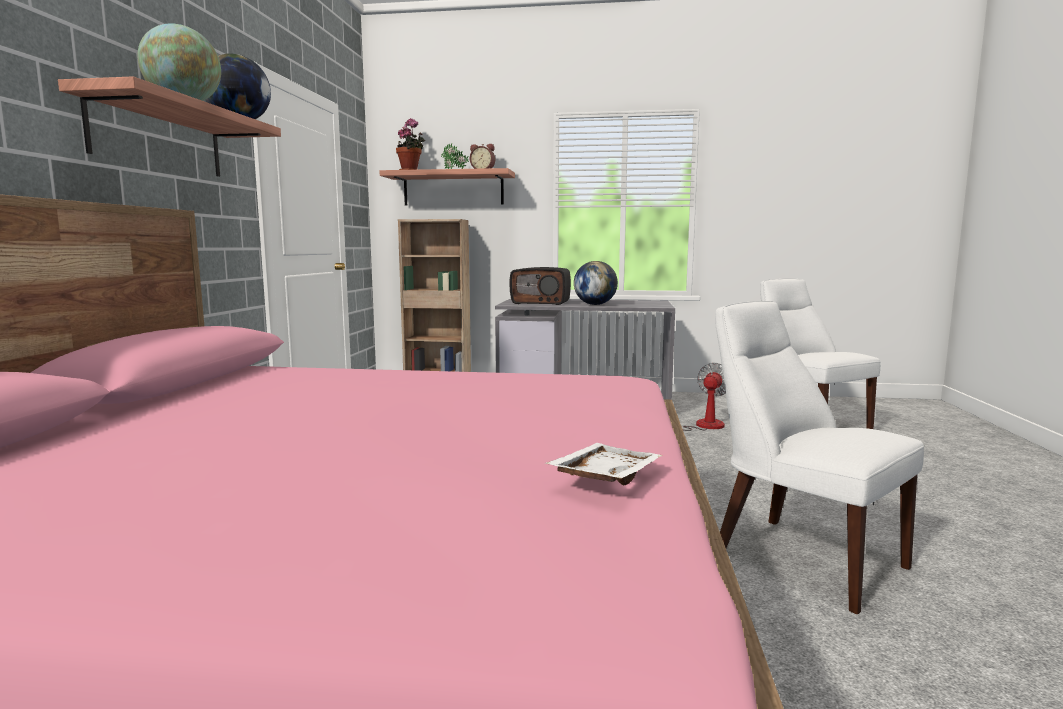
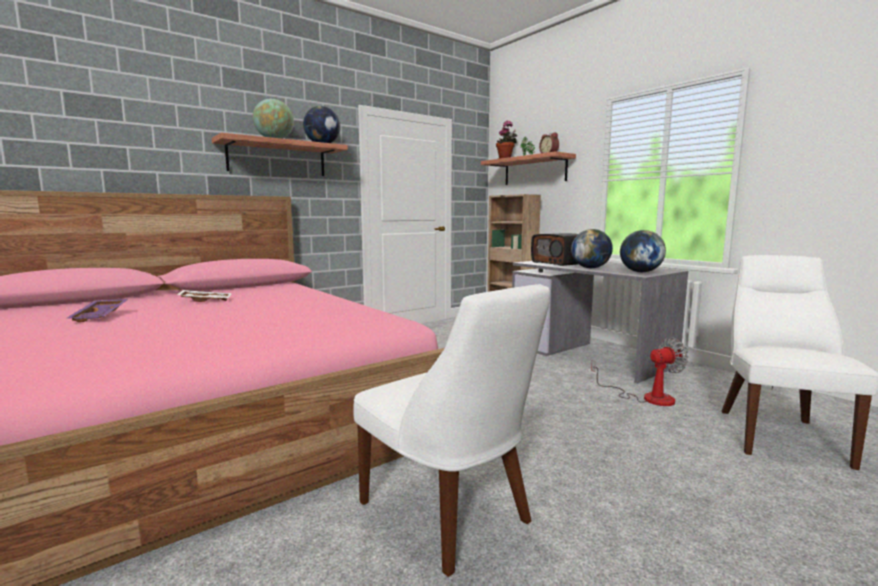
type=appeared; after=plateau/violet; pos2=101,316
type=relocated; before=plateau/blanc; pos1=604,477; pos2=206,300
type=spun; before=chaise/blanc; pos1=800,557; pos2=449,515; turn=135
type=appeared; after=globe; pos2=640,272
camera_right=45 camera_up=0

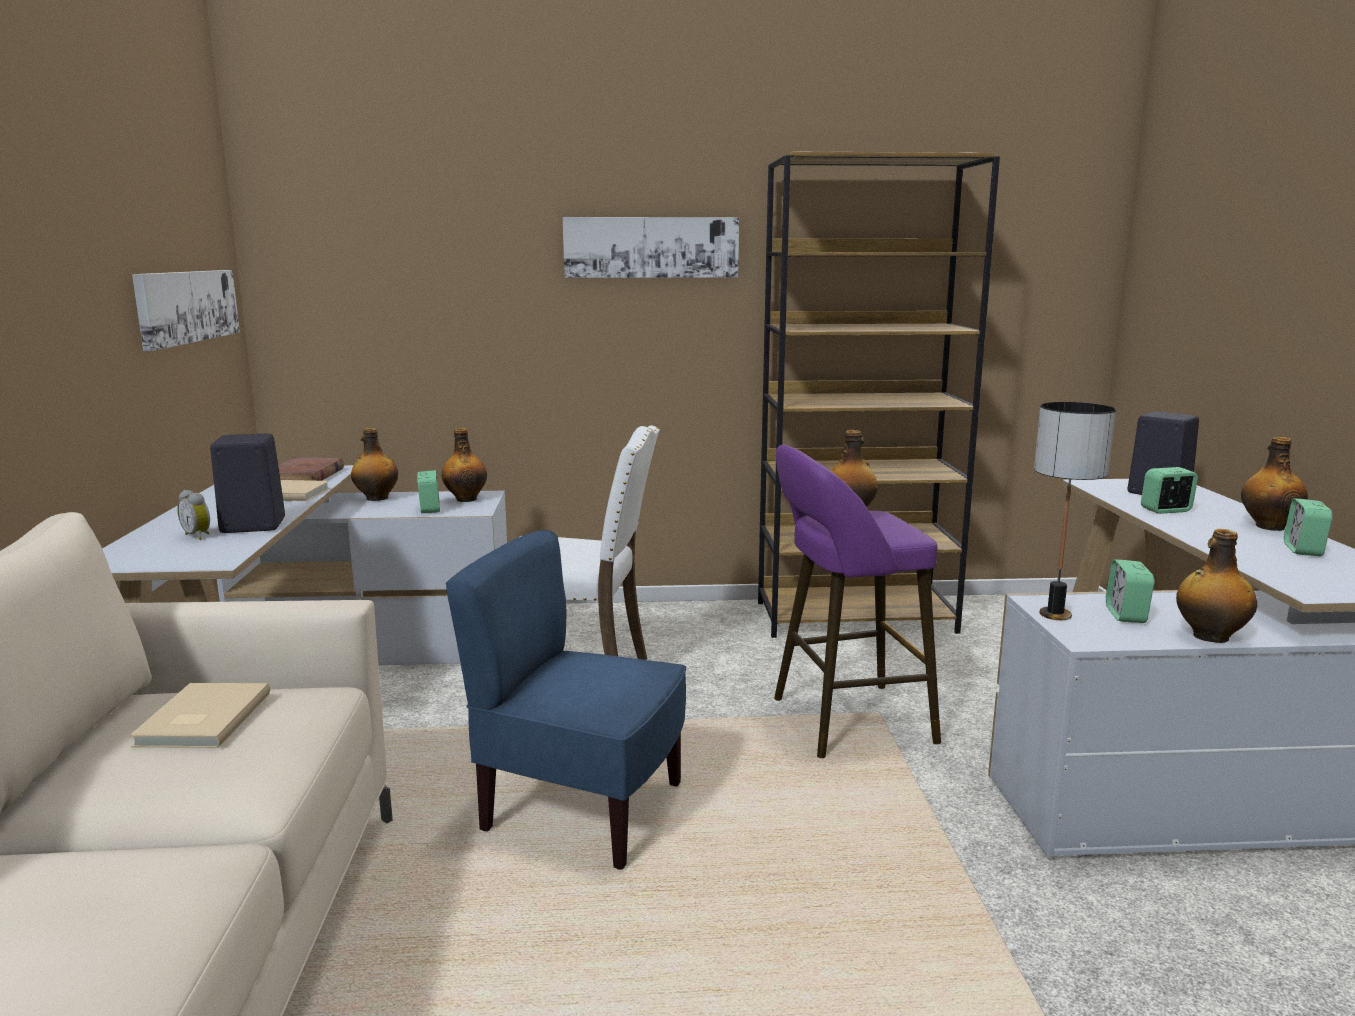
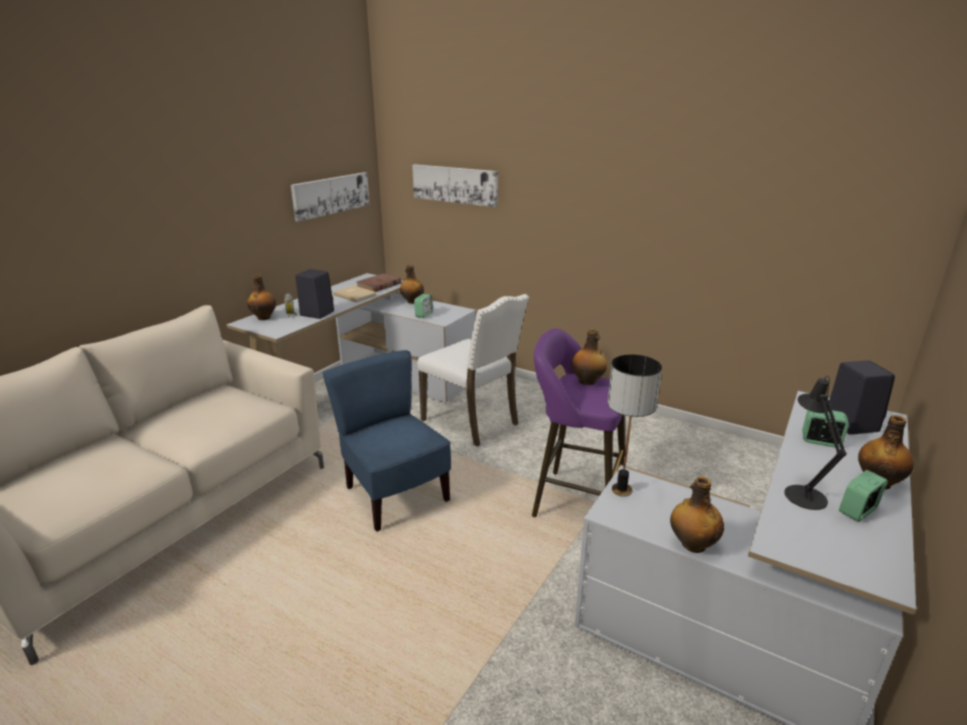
type=relocated; before=bouteille; pos1=466,499; pos2=264,317
type=relocated; before=tableau; pos1=651,247; pos2=455,184
type=appeared; after=lampe de table/noir; pos2=802,493
type=missing; before=livre/beige; pos1=200,720
type=missing; before=bibliothèque/marron; pos1=856,617
type=missing; before=réveil; pos1=1126,615
camera_right=35 camera_up=10

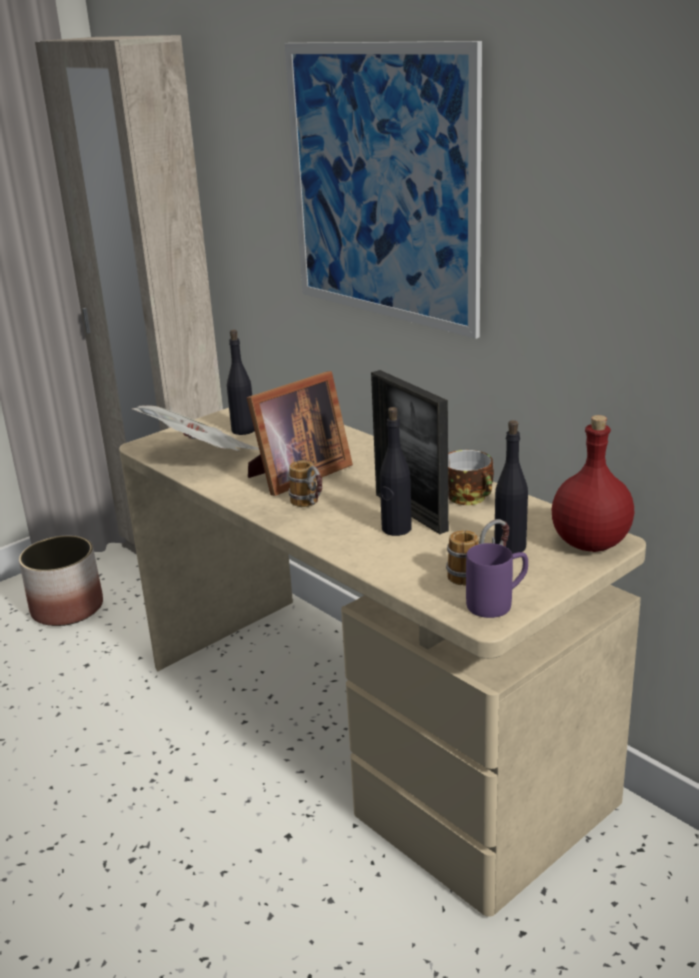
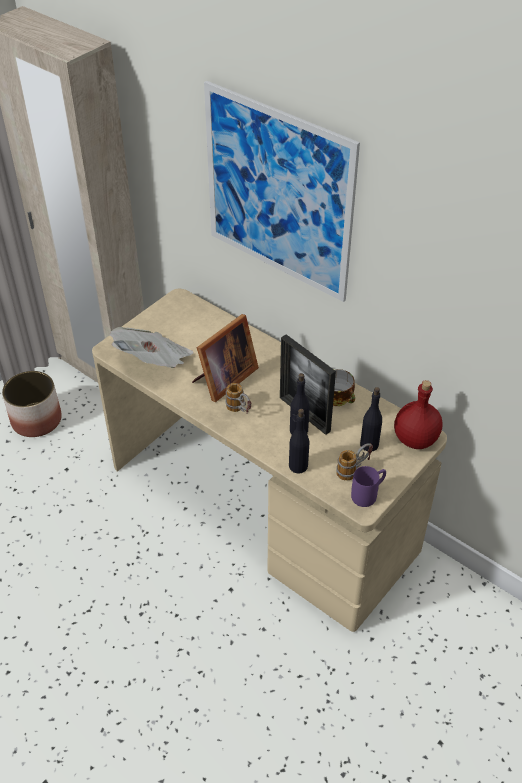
type=relocated; before=bouteille/noir; pos1=243,430; pos2=298,466
camera_right=-10 camera_up=20

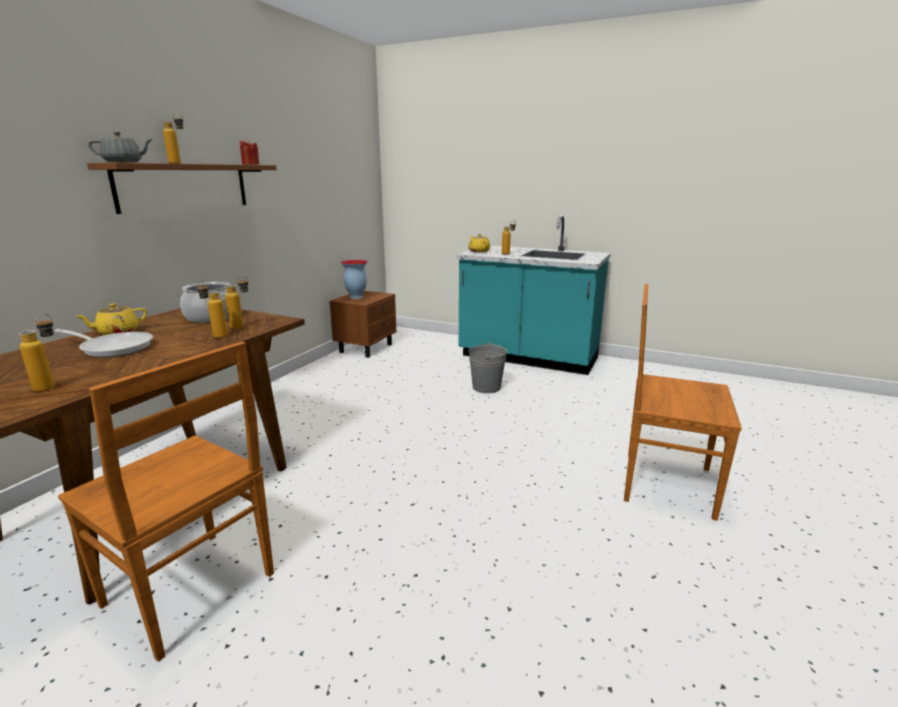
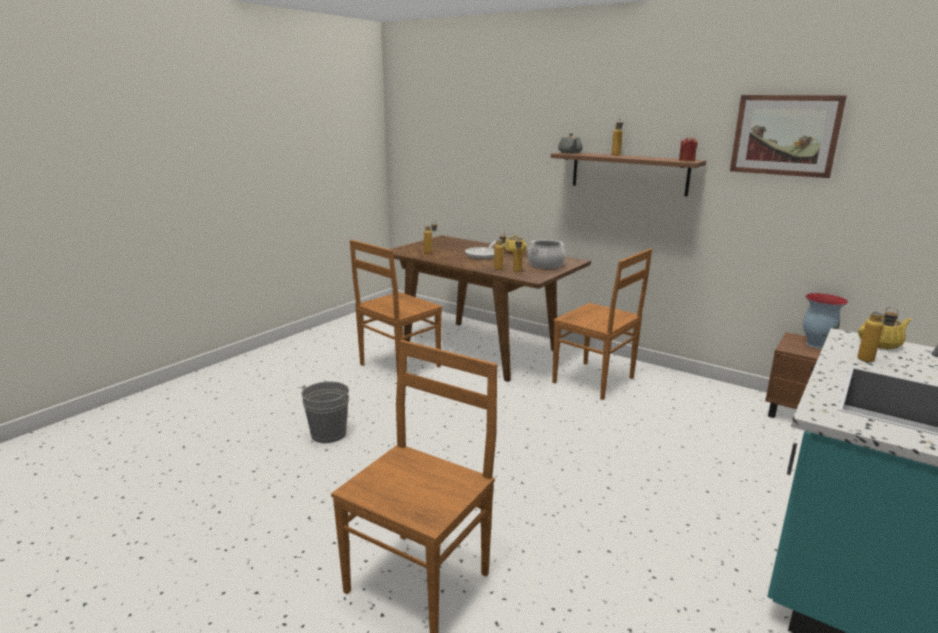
type=relocated; before=seau/gris; pos1=486,387; pos2=328,434
type=appeared; after=chaise/marron; pos2=595,381
type=appeared; after=tableau; pos2=785,135
camera_right=100 camera_up=0

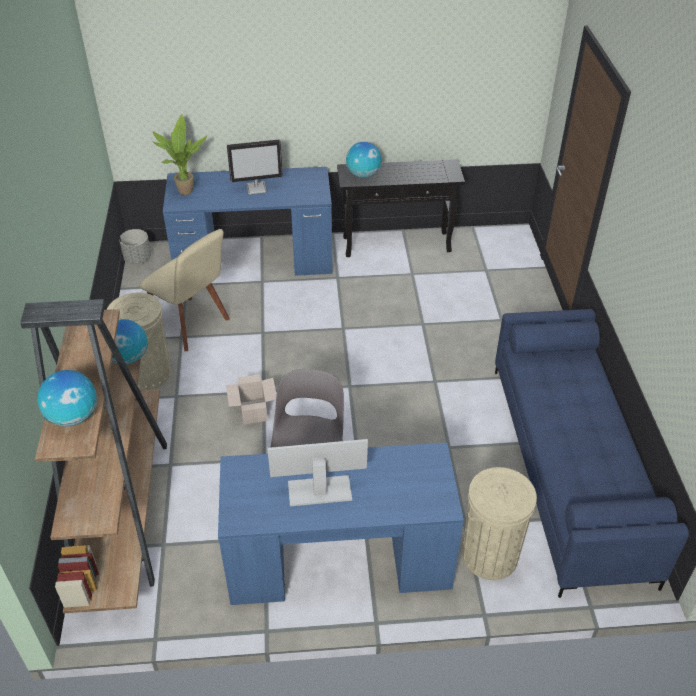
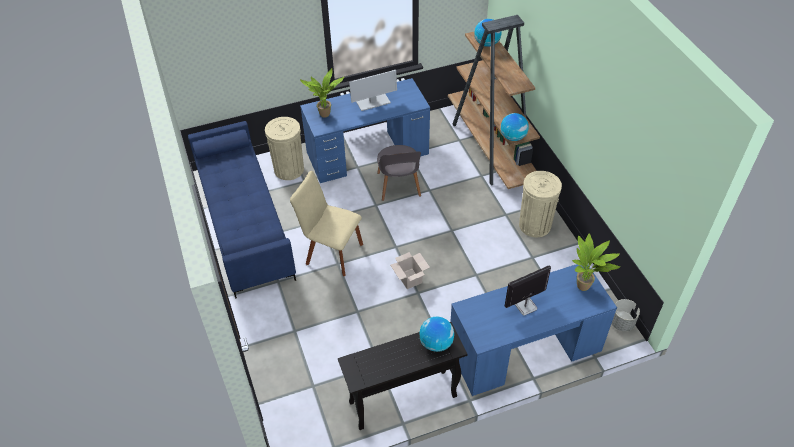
type=relocated; before=chaise/beige; pos1=192,325; pos2=331,252
type=appeared; after=plante en pot; pos2=325,116
type=relocated; before=carton; pos1=253,411; pos2=410,279
camera_right=165 camera_up=5

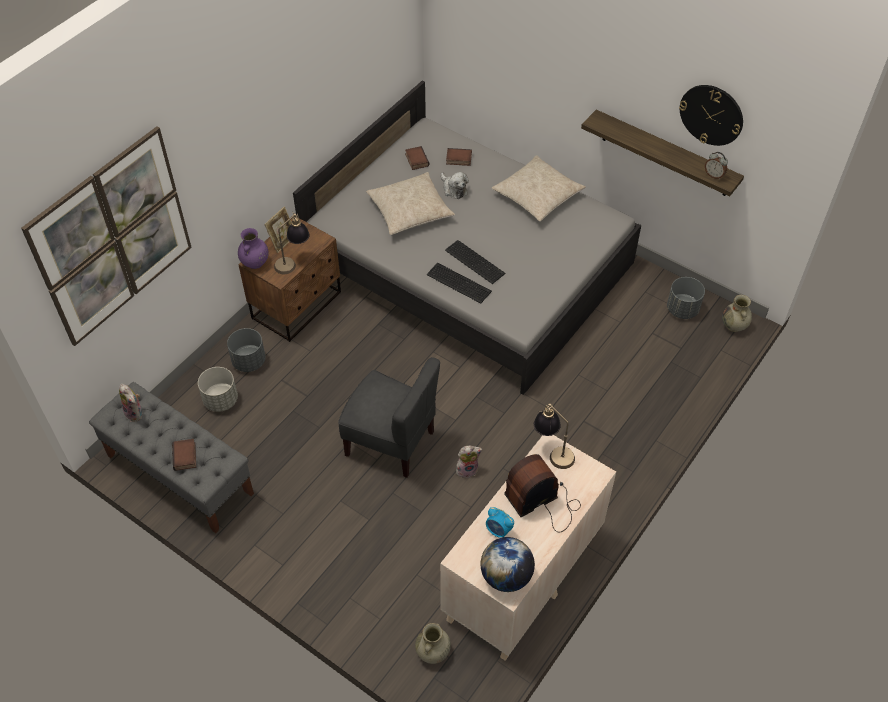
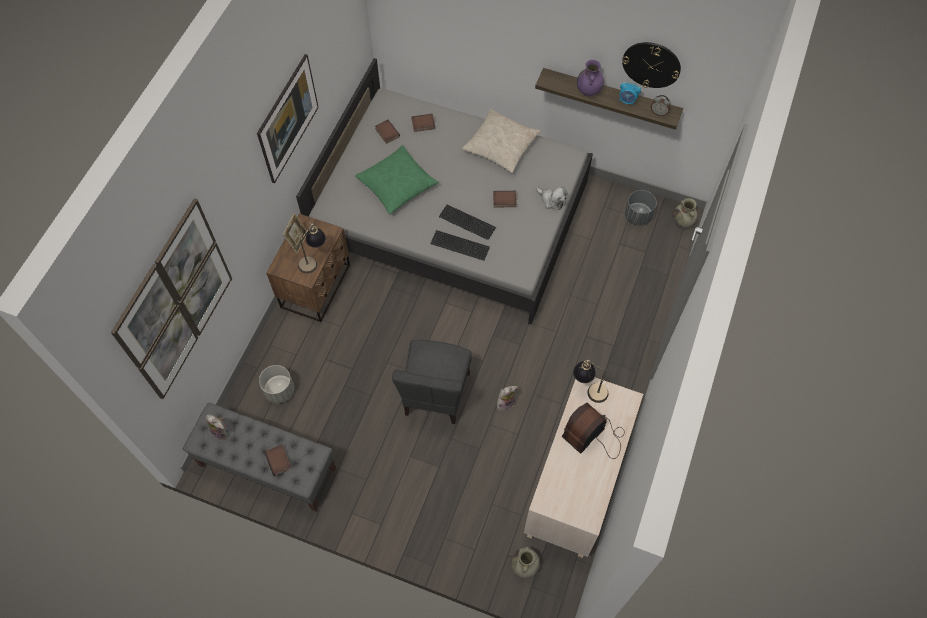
type=appeared; after=tableau; pos2=291,131
type=colour; before=coussin/beige; after=coussin/vert; pos1=410,210; pos2=397,184
type=spun; before=chaise/gris; pos1=391,442; pos2=435,394; turn=90
type=appeared; after=livre; pos2=504,201
type=relocated; before=peluche; pos1=453,189; pos2=551,200
type=relocated; before=vase/violet; pos1=255,263; pos2=588,91
type=relocated; before=réveil; pos1=498,531; pos2=627,101
type=missing; before=cache-pot/gris; pos1=248,361
type=missing; before=globe; pos1=506,576
camera_right=-15 camera_up=10

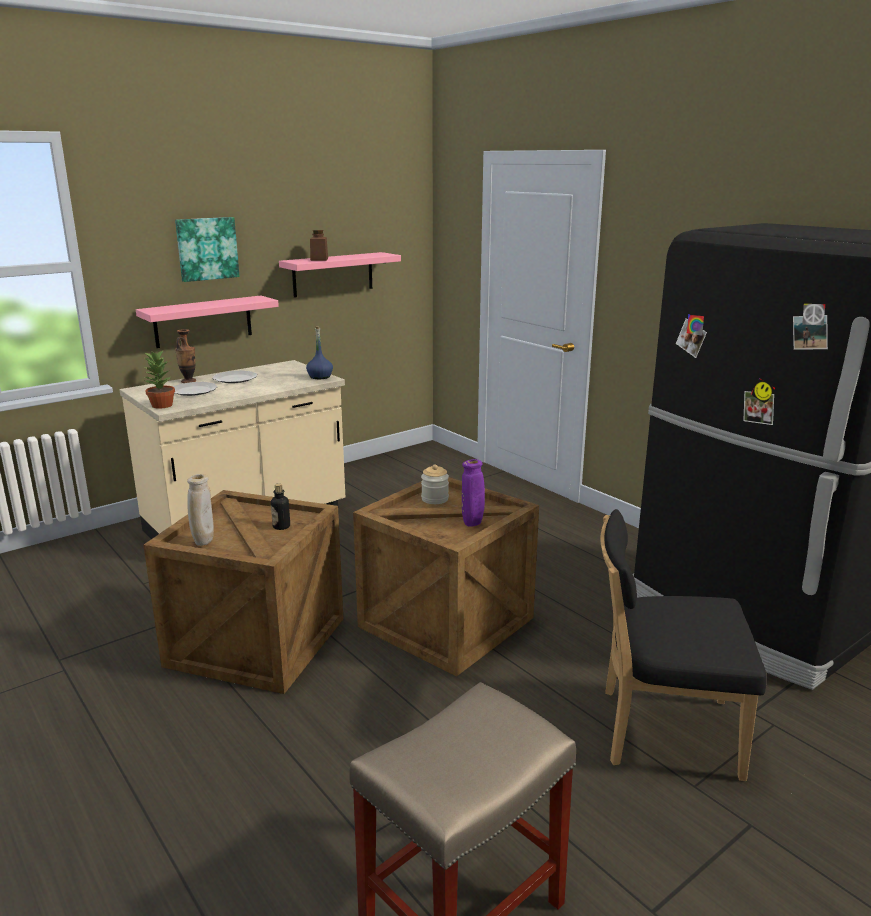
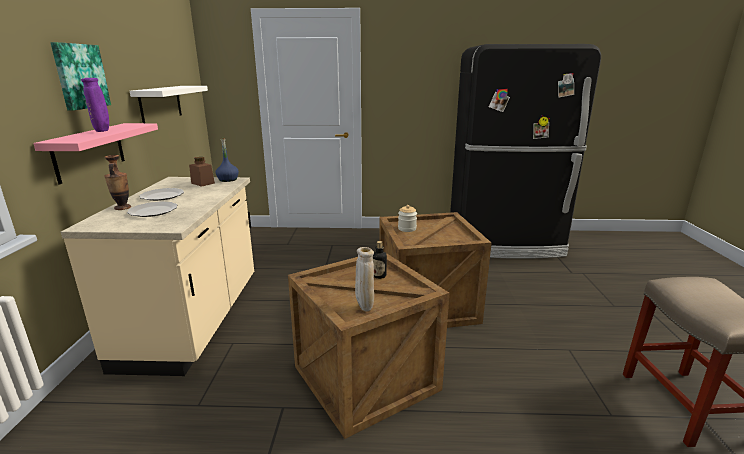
type=relocated; before=vase/violet; pos1=472,525; pos2=102,131
type=colour; before=étagère/rose; after=étagère/blanc; pos1=333,274; pos2=160,103
type=relocated; before=bocal/marron; pos1=319,259; pos2=203,183
type=missing; before=plante en pot; pos1=161,405
type=missing; before=chaise/noir; pos1=661,731
camera_right=-50 camera_up=0

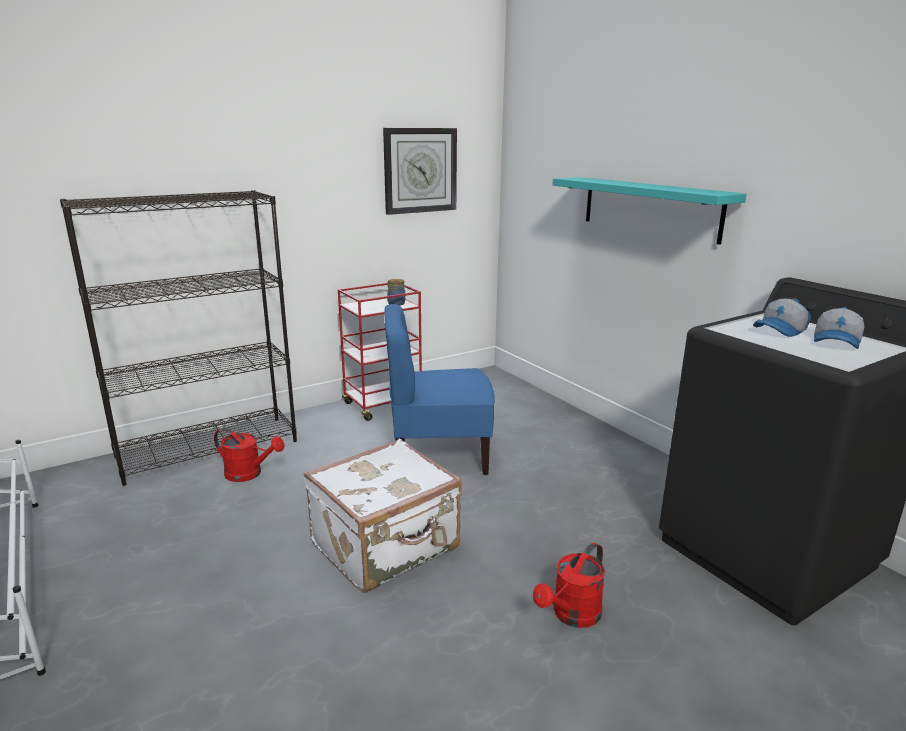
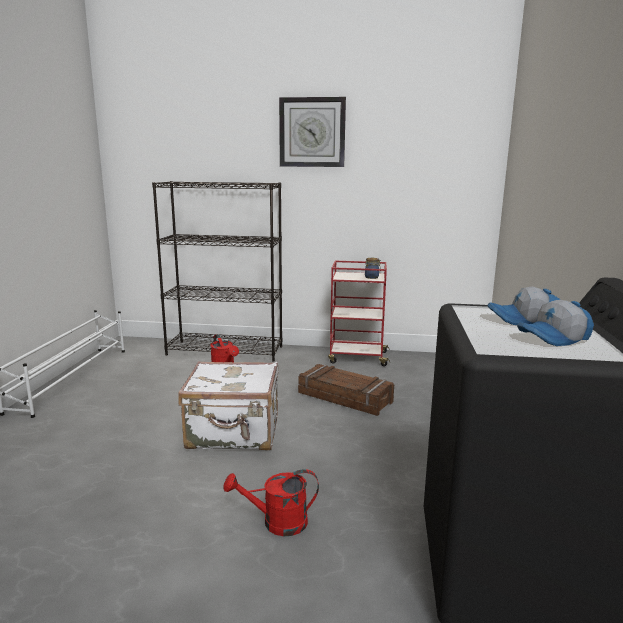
type=relocated; before=horloge murale; pos1=420,170; pos2=312,132
type=exchanged; before=chaise/bleu; after=caisse; pos1=438,455; pos2=345,397
type=missing; before=étagère/turquoise; pos1=649,208
camera_right=40 camera_up=-5

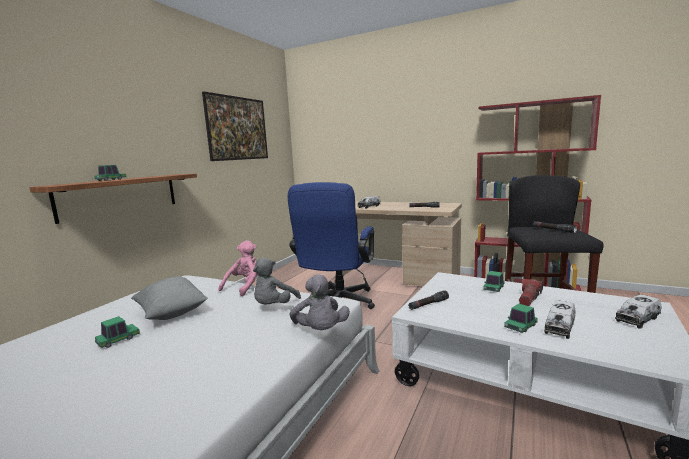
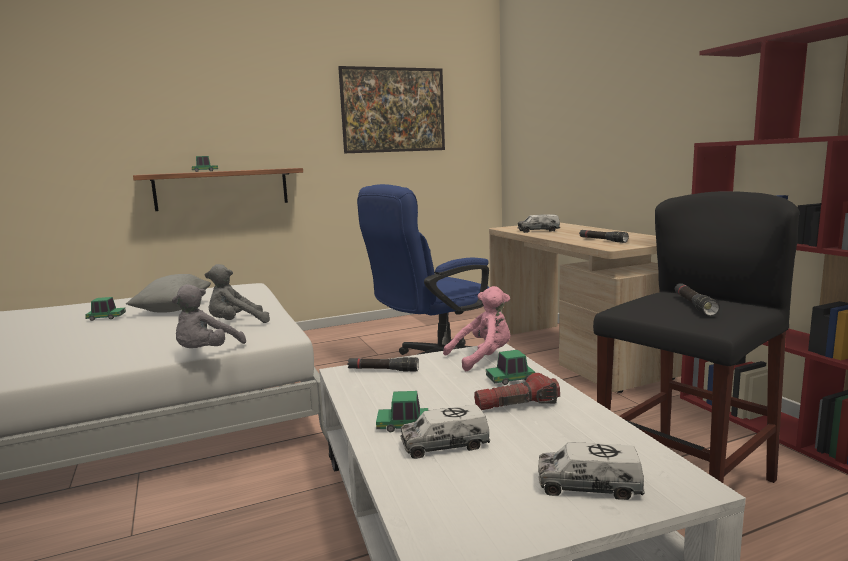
type=relocated; before=peluche/rose; pos1=245,287; pos2=483,358
camera_right=40 camera_up=0

